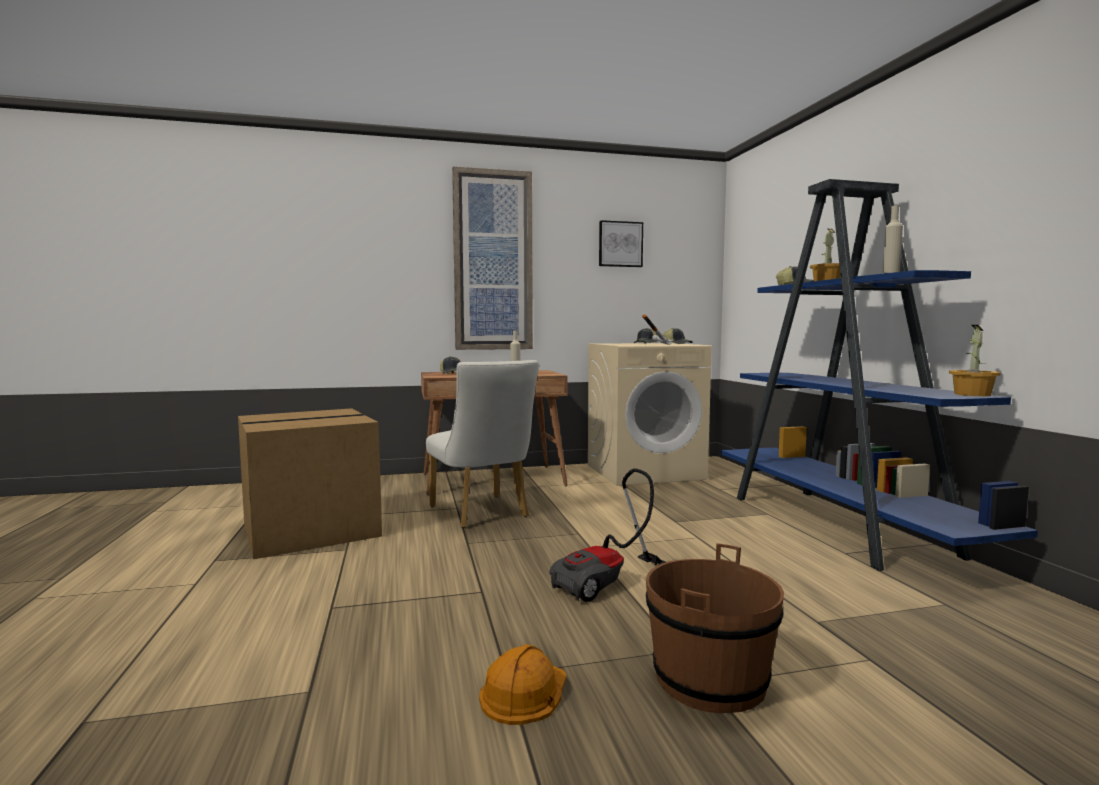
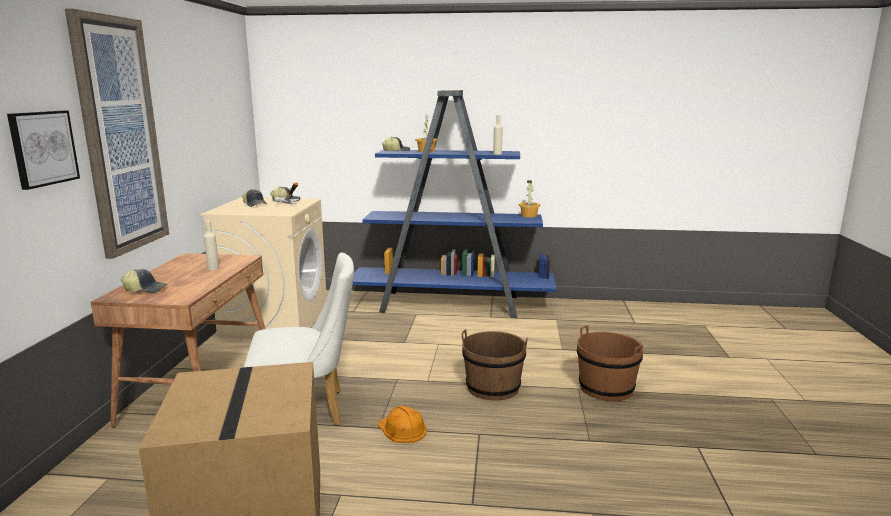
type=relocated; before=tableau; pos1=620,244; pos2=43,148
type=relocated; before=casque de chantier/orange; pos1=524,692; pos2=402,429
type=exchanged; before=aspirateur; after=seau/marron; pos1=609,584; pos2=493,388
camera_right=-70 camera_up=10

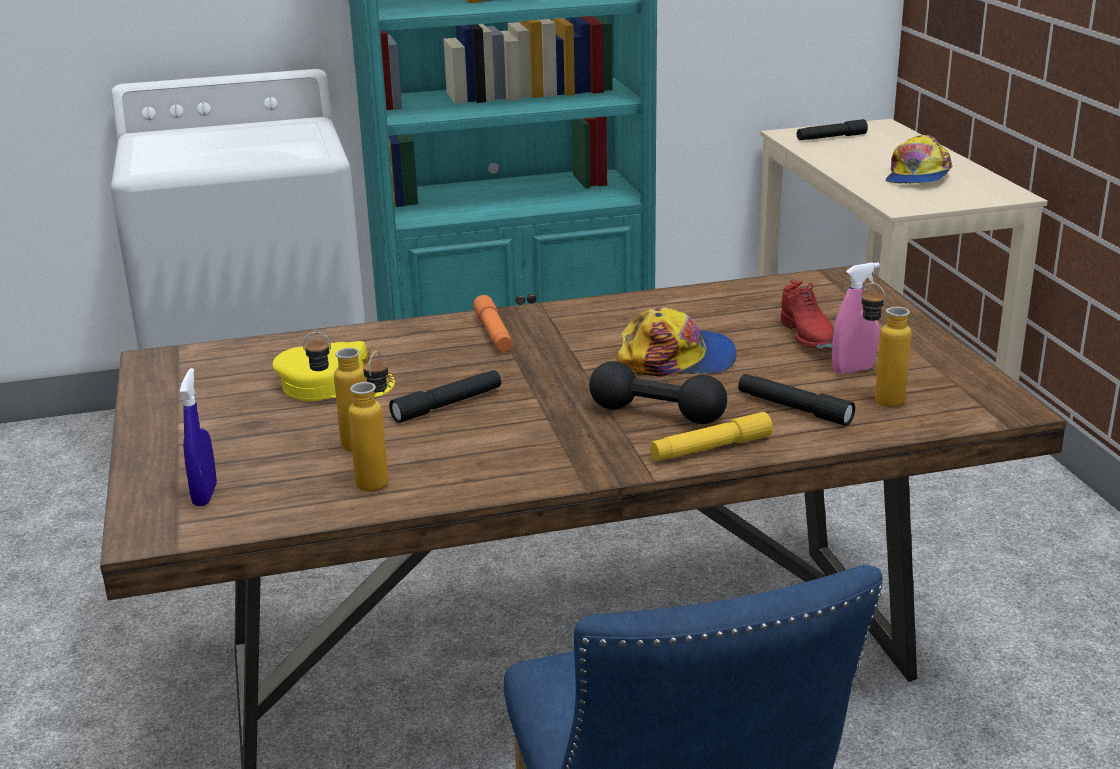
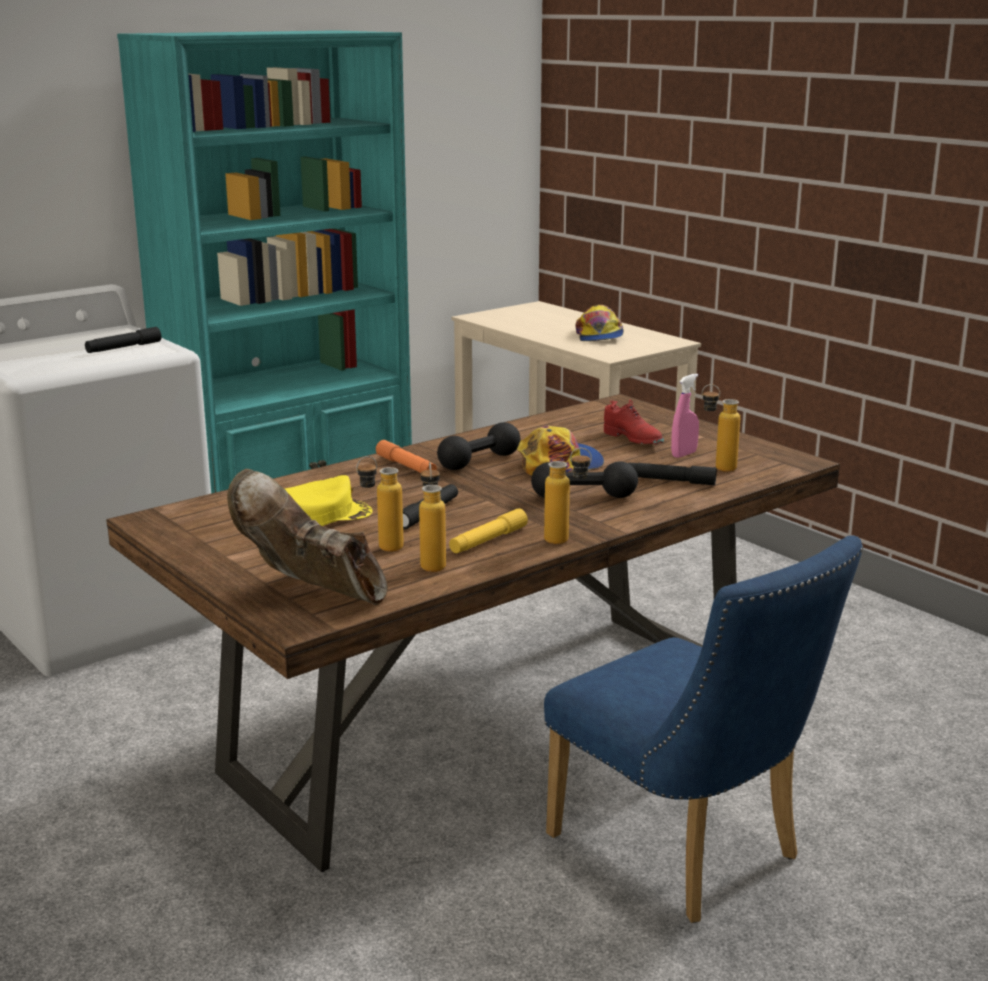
type=relocated; before=lampe de poche/noir; pos1=831,137; pos2=124,348
type=exchanged; before=vaporisateur/bleu; after=botte/marron; pos1=205,495; pos2=312,594
type=appeared; after=haltère/noir; pos2=479,461
type=relocated; before=lampe de poche/jaune; pos1=710,448; pos2=488,540
type=appeared; after=bouteille; pos2=566,541
camera_right=-25 camera_up=-5

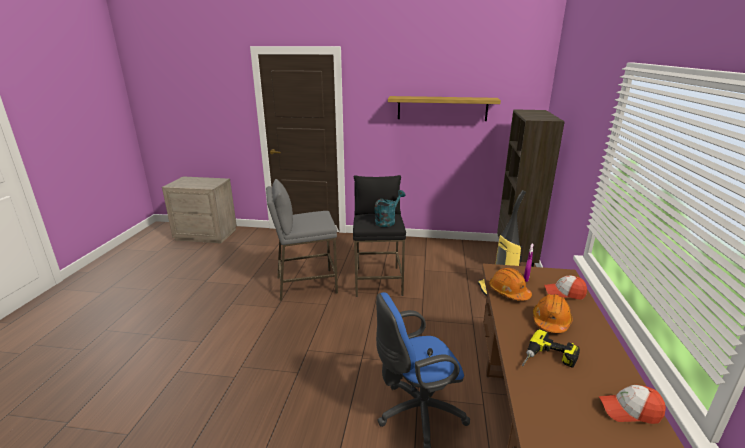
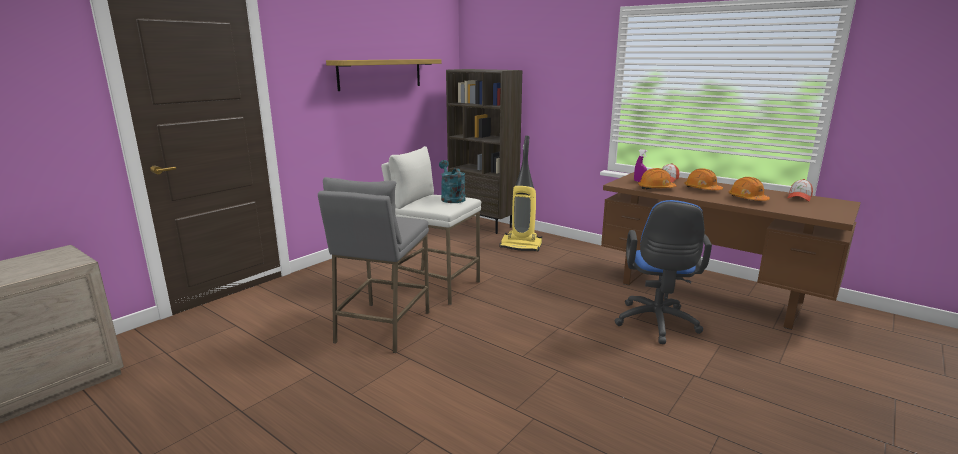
type=colour; before=tabouret/noir; after=tabouret/blanc; pos1=378,281; pos2=435,285
type=exchanged; before=perceuse; after=casque de chantier/orange; pos1=548,360; pos2=747,199
camera_right=-60 camera_up=-5

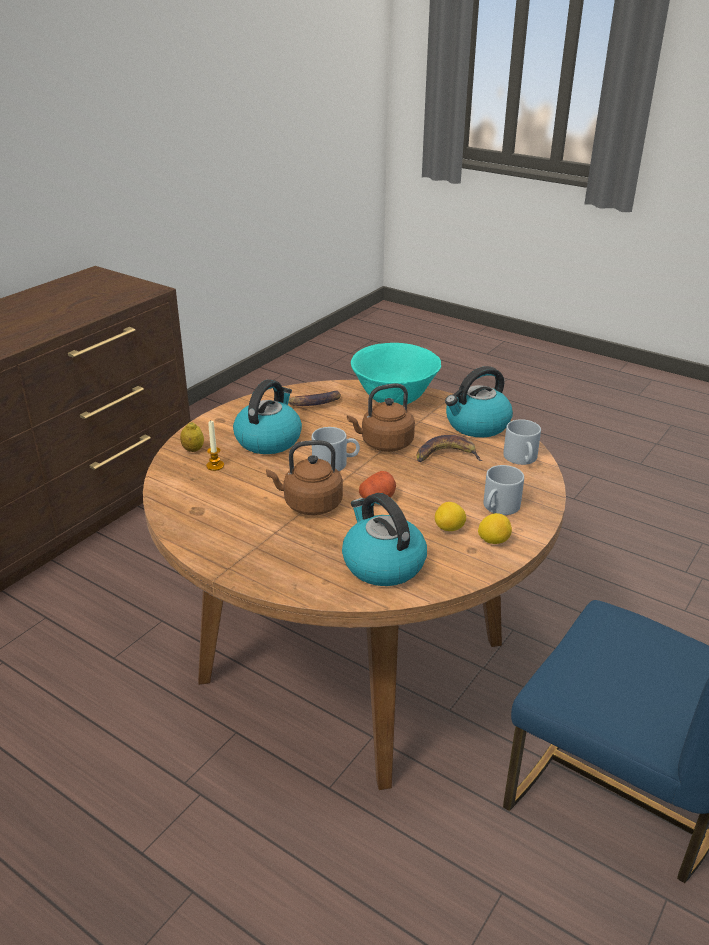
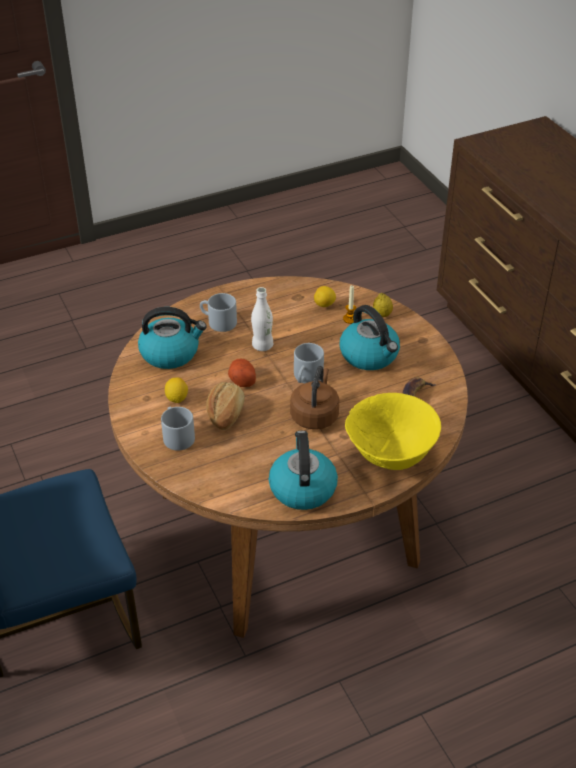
type=relocated; before=mug/gris; pos1=522,459; pos2=218,322
type=appeared; after=pain; pos2=225,413
type=exchanged; before=bouilloire/marron; after=bouteille/blanc; pos1=309,504; pos2=262,346
type=relocated; before=citron; pos1=493,541; pos2=324,305
type=colour; before=bol/turquoise; after=bol/jaune; pos1=394,399; pos2=390,456
type=missing; before=banane; pos1=446,455
camera_right=120 camera_up=10

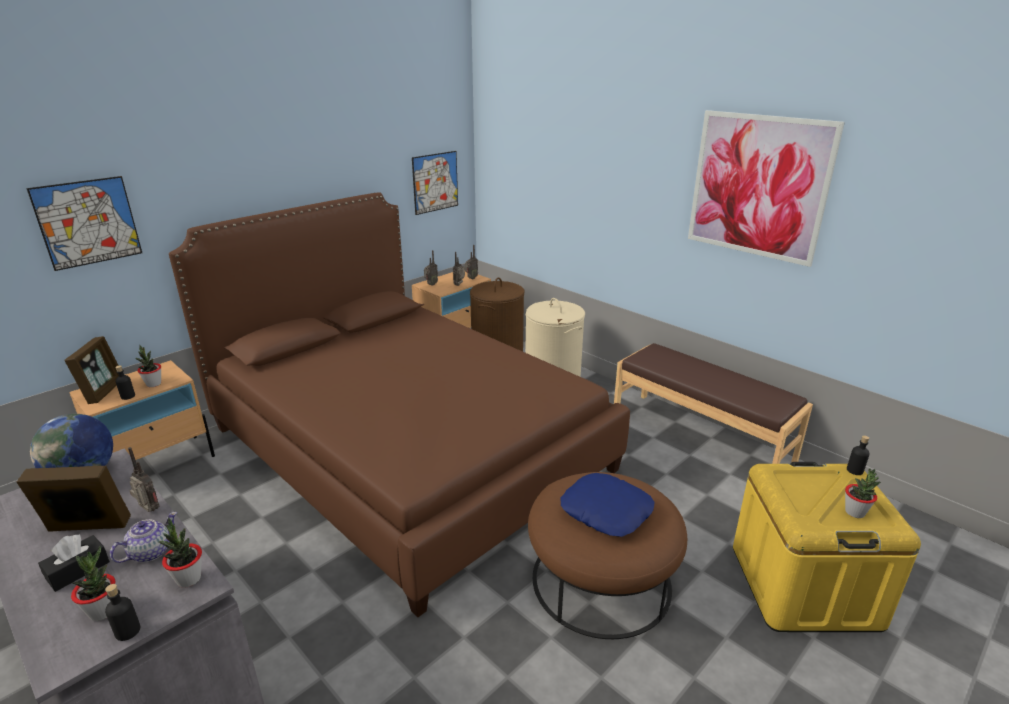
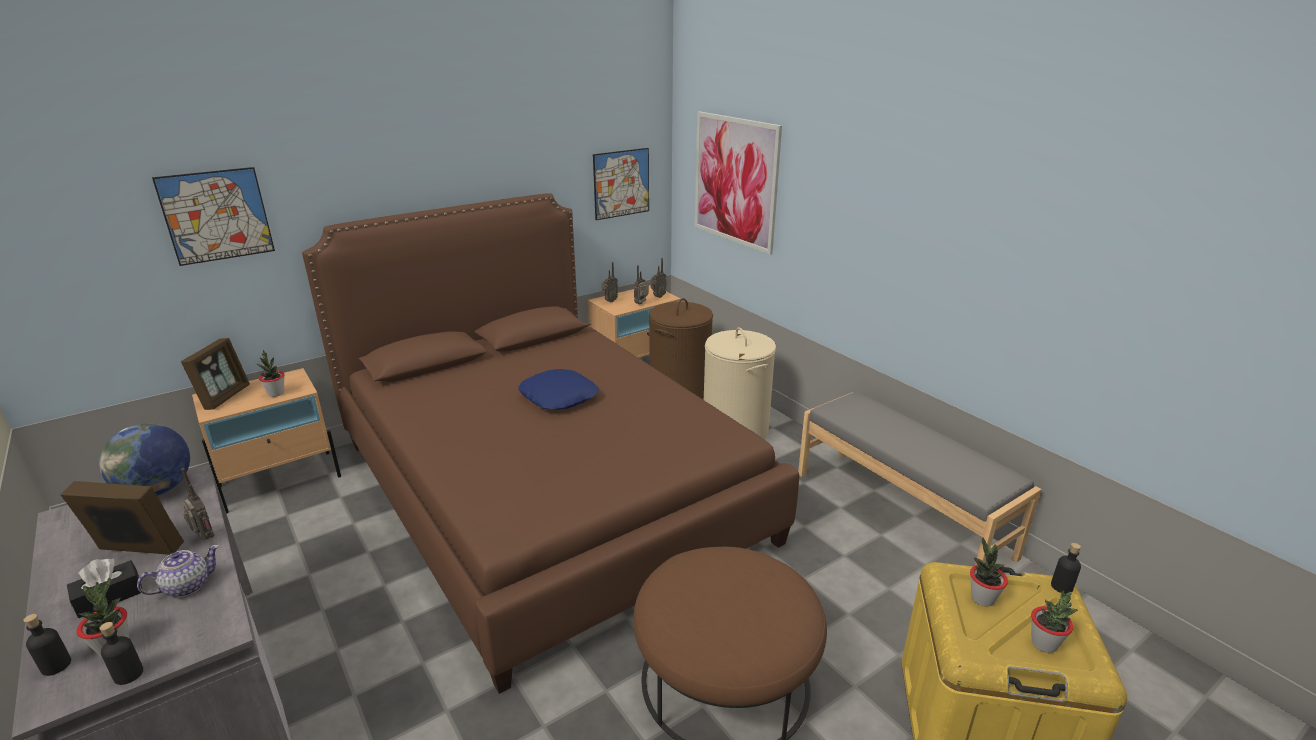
type=relocated; before=bouteille/noir; pos1=128,396; pos2=56,666
type=relocated; before=coussin/bleu; pos1=606,511; pos2=559,397
type=relocated; before=tableau; pos1=758,186; pos2=735,181
type=colour; before=banc/marron; after=banc/gris; pos1=700,436; pos2=900,513
type=relocated; before=plante en pot; pos1=189,579; pos2=982,598
camera_right=10 camera_up=0

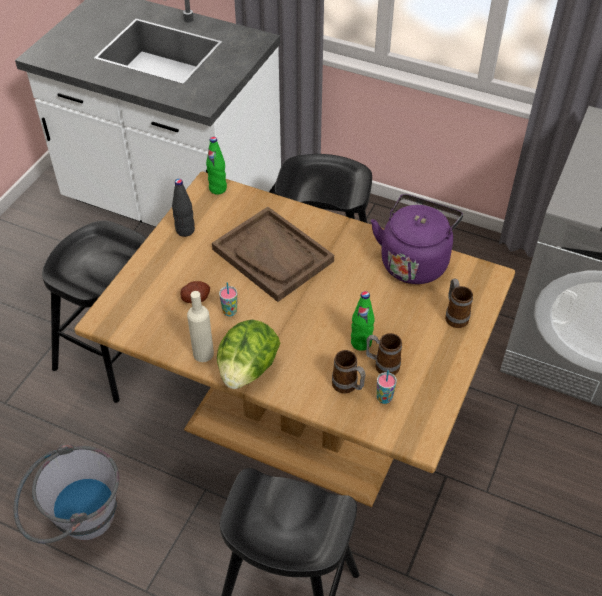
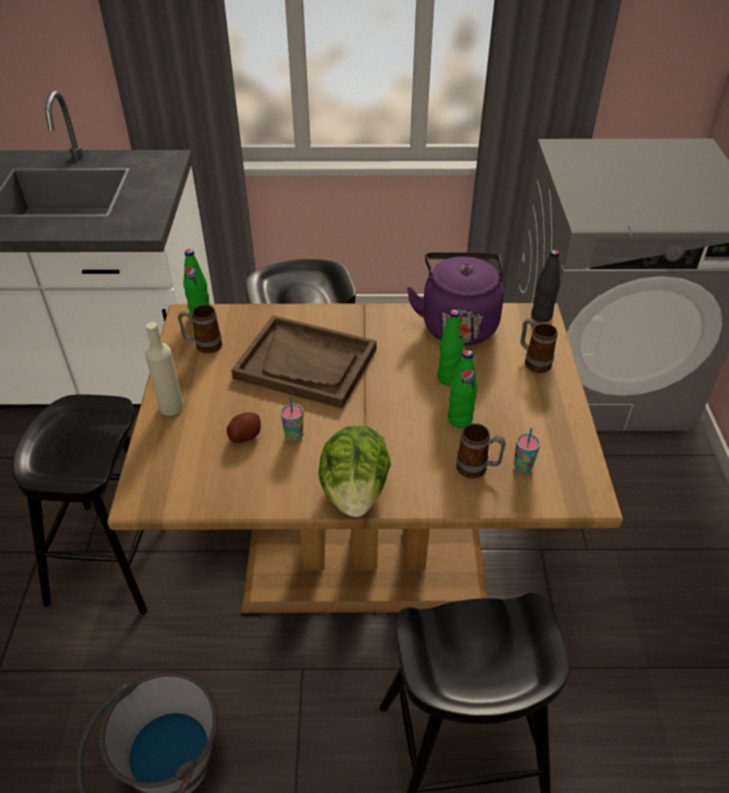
type=relocated; before=bouteille/beige; pos1=203,353; pos2=171,407
type=relocated; before=mug; pos1=382,365; pos2=203,346
type=appeared; after=bouteille/vert; pos2=448,378
type=relocated; before=bouteille/noir; pos1=185,231; pos2=541,316
camera_right=-25 camera_up=-5

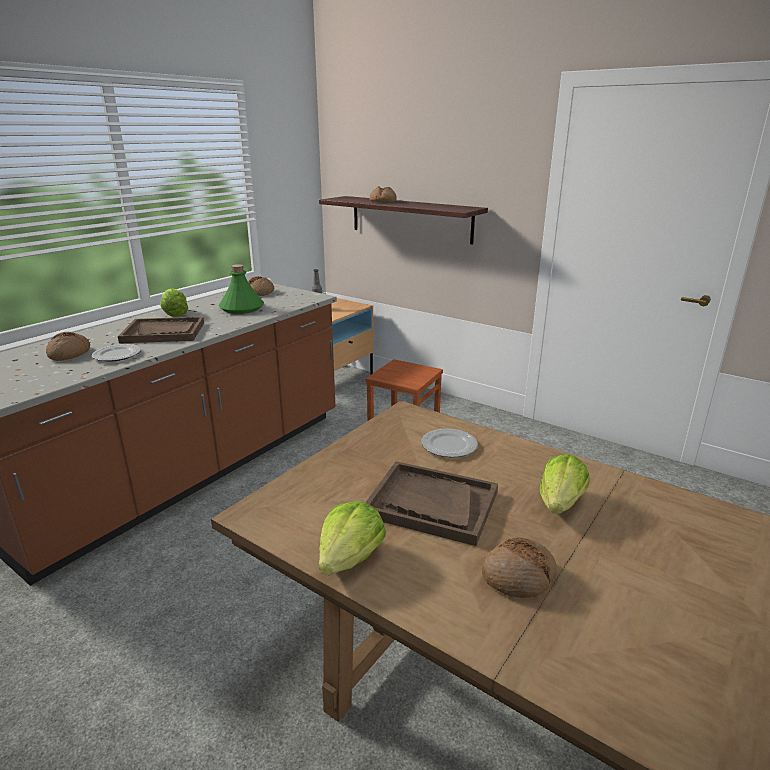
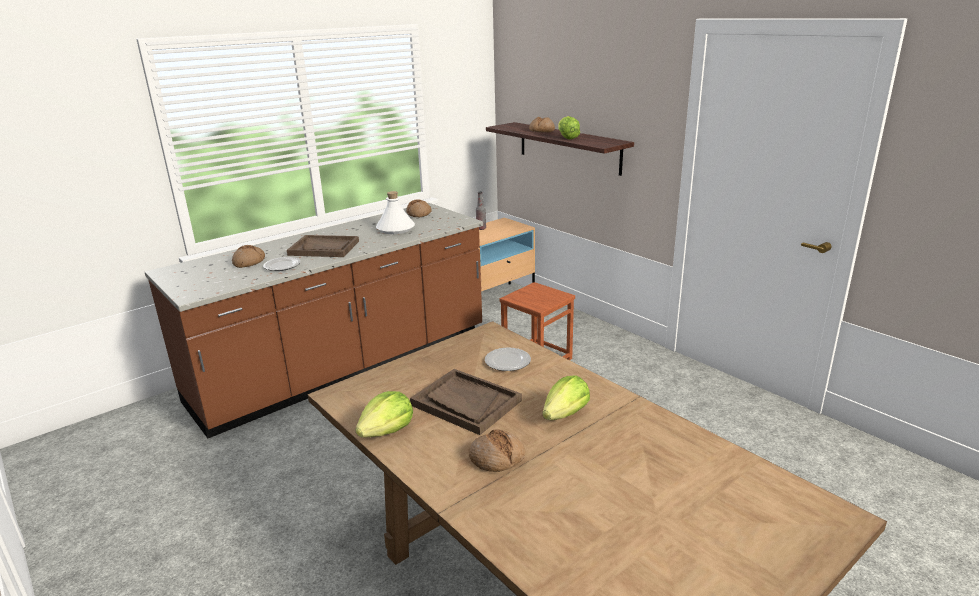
type=colour; before=bouteille/vert; after=bouteille/blanc; pos1=241,308; pos2=395,229
type=relocated; before=laitue; pos1=175,314; pos2=567,138
camera_right=15 camera_up=0

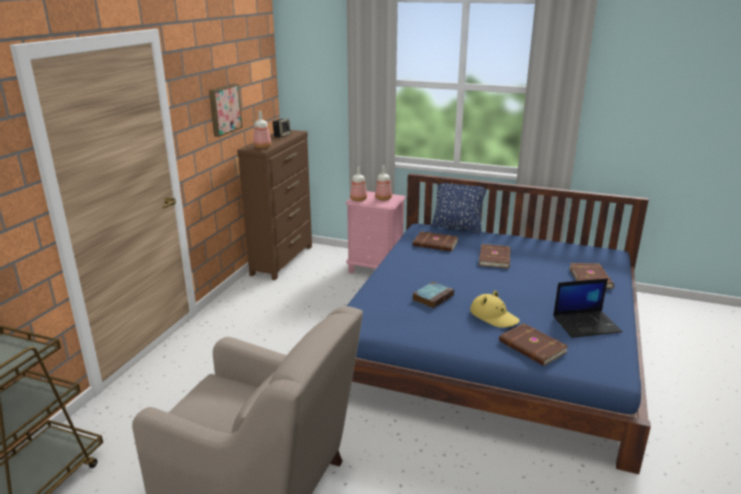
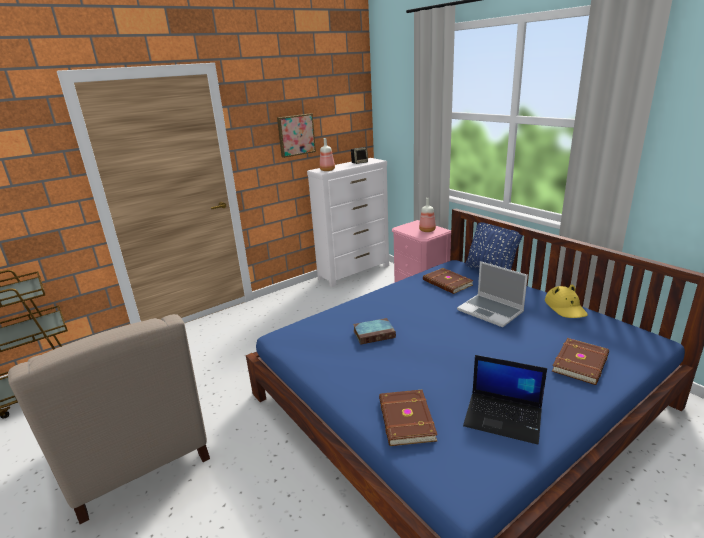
type=colour; before=commode/marron; after=commode/blanc; pos1=282,260; pos2=354,272
type=exchanged; before=livre/marron; after=ordinateur portable; pos1=495,258; pos2=491,311
type=relocated; before=chapeau/jaune; pos1=494,316; pos2=565,308
type=missing; before=bouteille; pos1=358,199
camera_right=35 camera_up=0

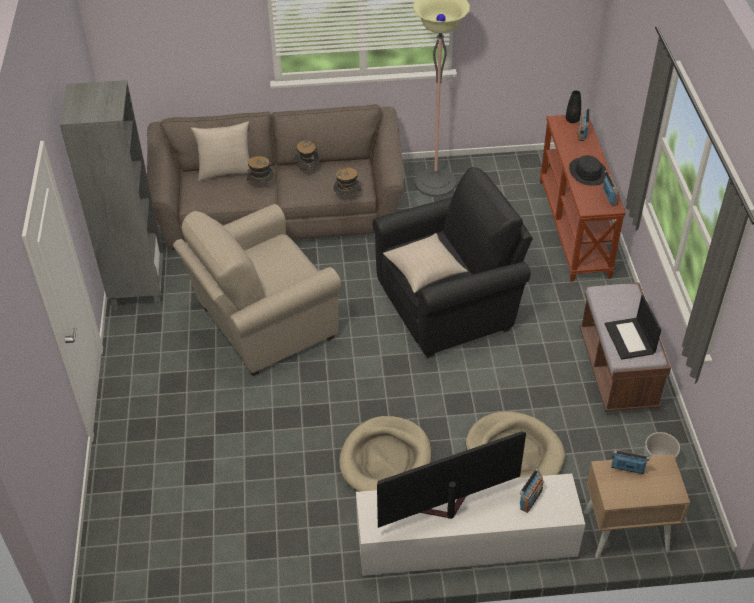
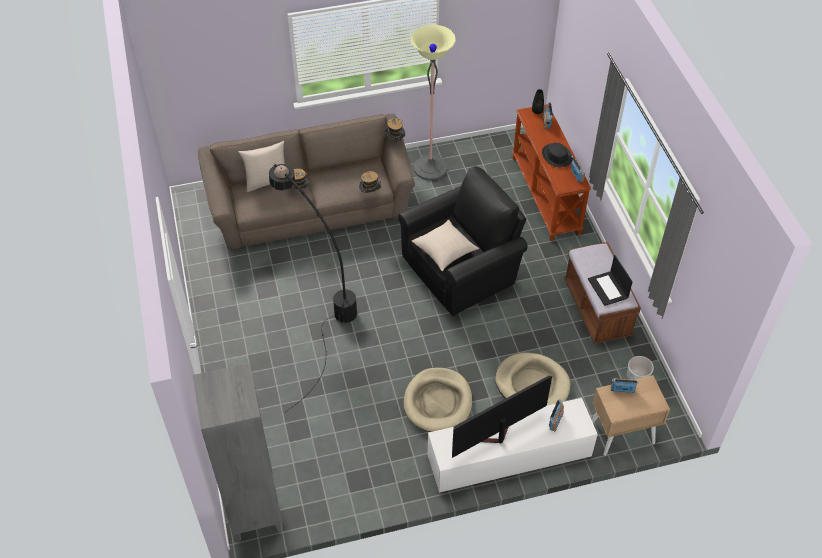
type=relocated; before=bibliothèque/gris; pos1=138,288; pos2=254,511
type=exchanged; before=fauteuil/beige; after=lampadaire/noir; pos1=261,324; pos2=318,305
type=relocated; before=chapeau; pos1=307,170; pos2=395,141
camera_right=-10 camera_up=5

